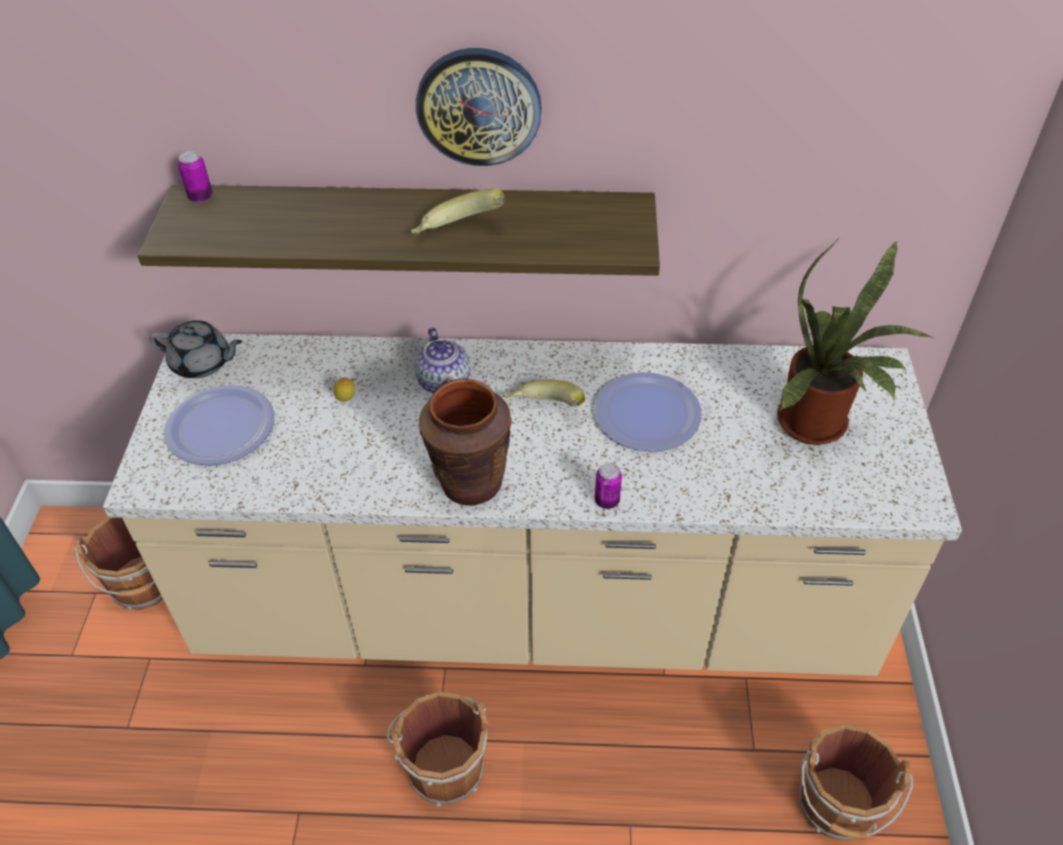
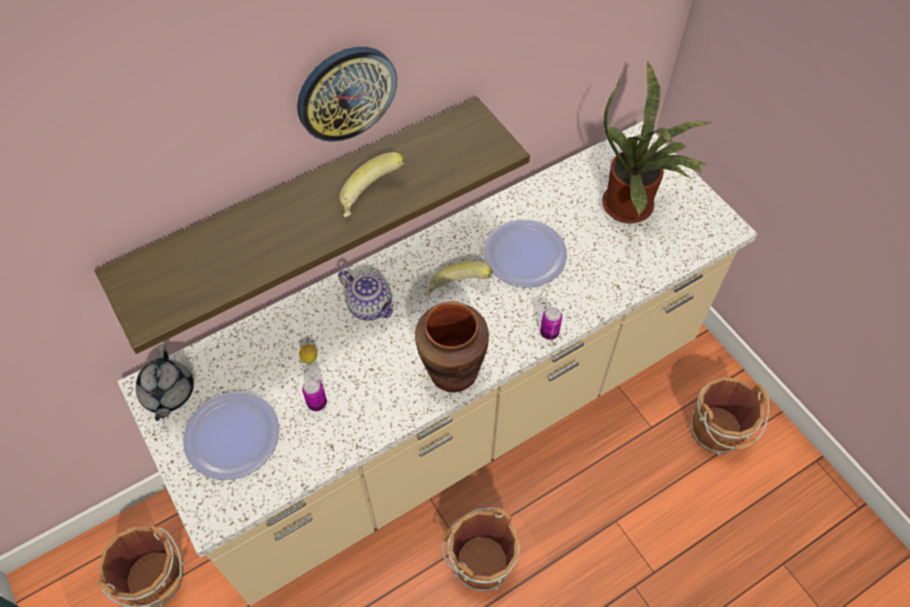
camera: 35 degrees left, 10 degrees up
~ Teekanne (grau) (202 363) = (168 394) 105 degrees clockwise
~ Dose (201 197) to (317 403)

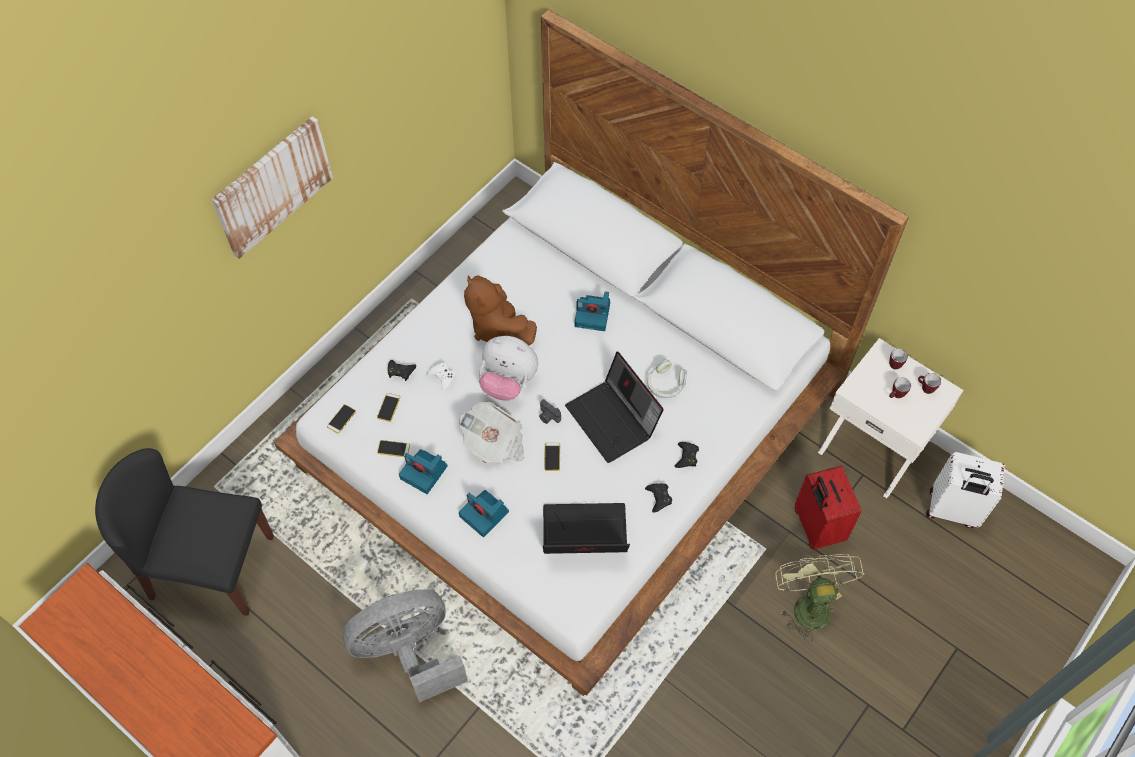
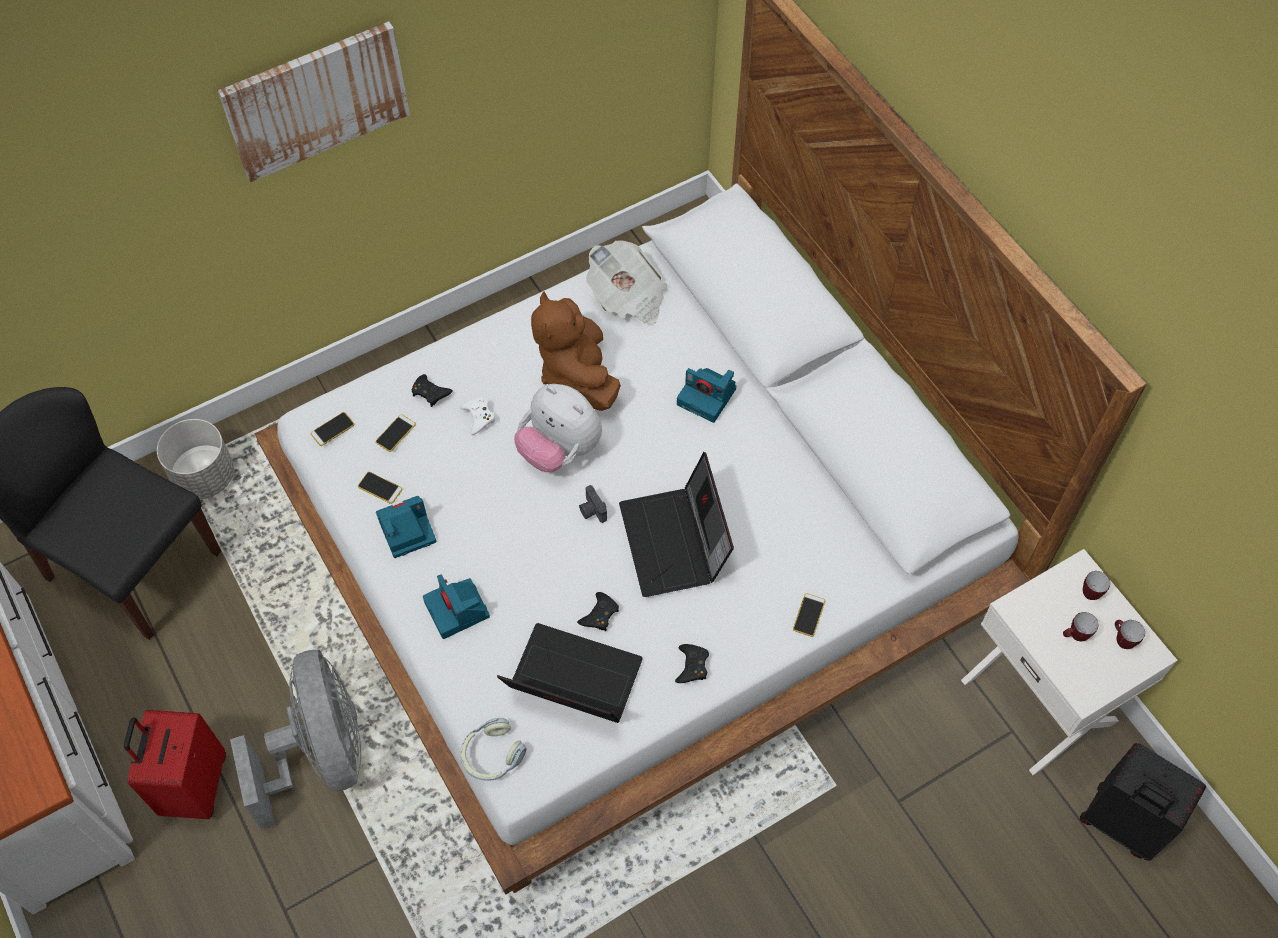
camera: 20 degrees right, 0 degrees up
~ Koffer (rot) (816 526) to (194 785)
+ Pflanzkübel (grau) (205 476)
~ Ventilator (grau) (409 651) = (321 754) 75 degrees clockwise
~ Kamera (425 472) = (406 531) 105 degrees clockwise
~ Kopfhörer (665 384) to (492 755)
~ Gamepad (schwarz) (686 457) to (599 614)
~ Zeitung (495 443) to (627 297)
~ Handy (552 457) to (809 615)
~ Koffer (weiß) (952 510) to Koffer (schwarz) (1120 824)
- Ventilator (grün) (808 603)

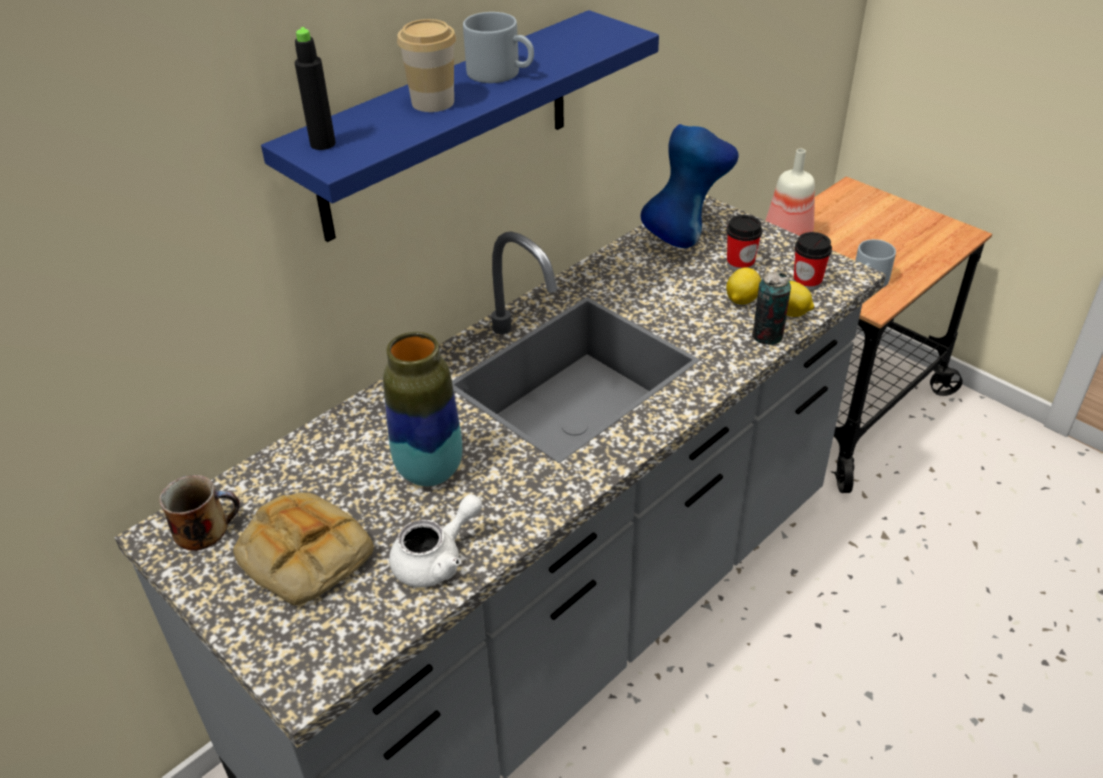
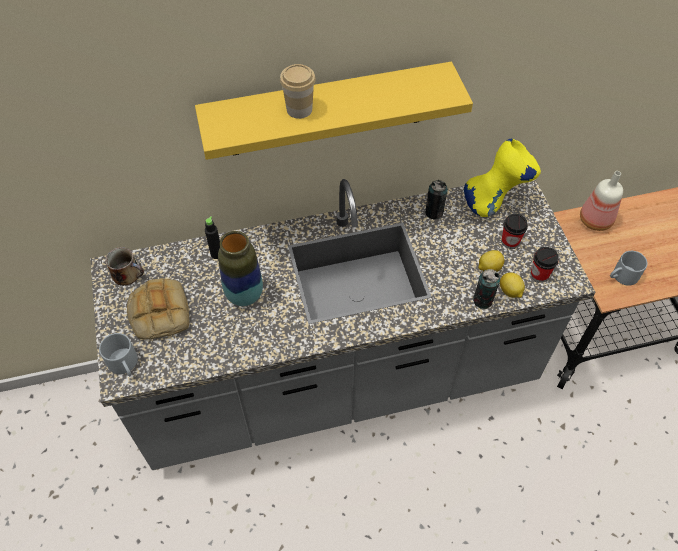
camera: 30 degrees right, 15 degrees up
~ Henkelbecher (grau) (502 73) to (125 364)
~ Wandregal (blau) (447 126) to Wandregal (gelb) (326 110)
~ Flasche (schwarz) (323 144) to (216 254)
+ Dose (434 212)
~ Vase (blau) (684 234) to Vase (gelb) (495 203)
- Teekanne (weiß) (436 559)

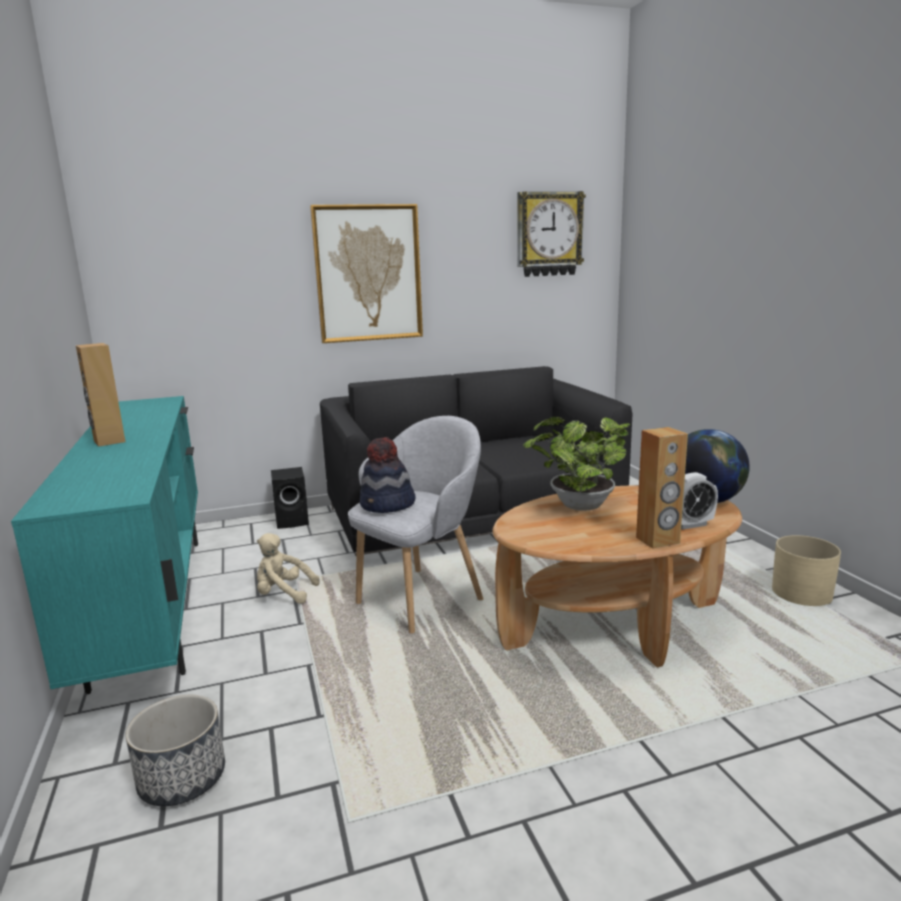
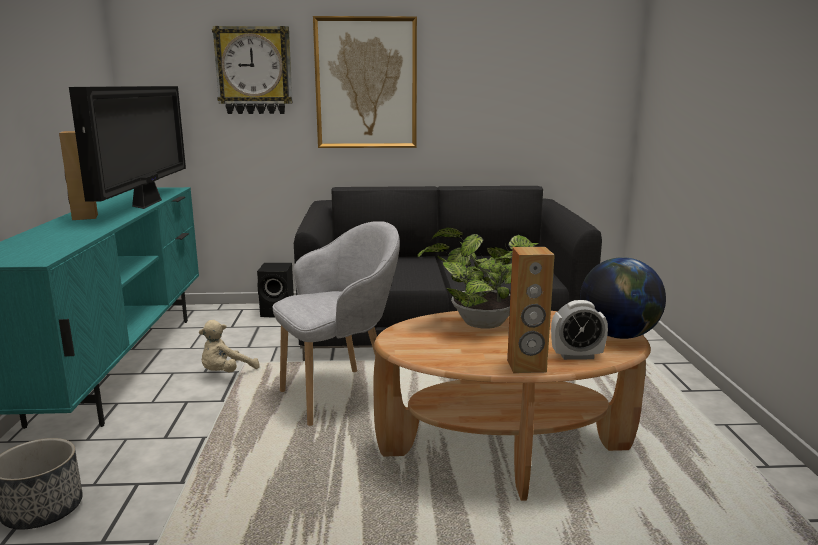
camera: 15 degrees right, 0 degrees up
+ Fernseher (147 203)
~ Plüschtier (beige) (283 594) = (226 373) 75 degrees counterclockwise
~ Wanduhr (549 234) to (254 71)
- Hut (387 505)
- Pflanzkübel (beige) (802 593)

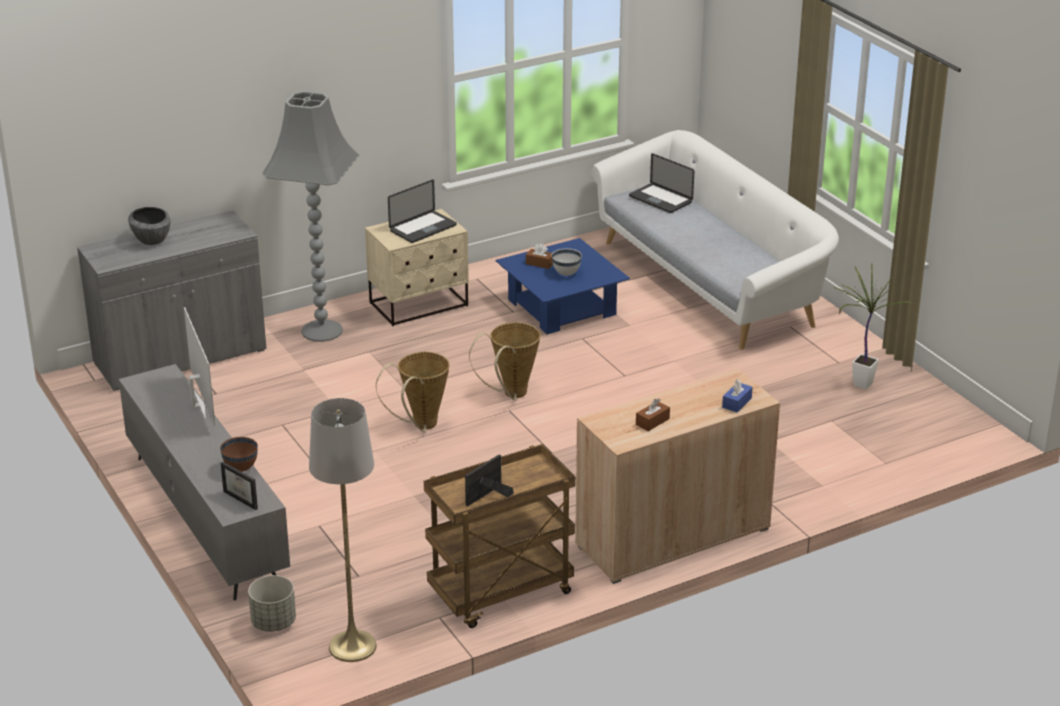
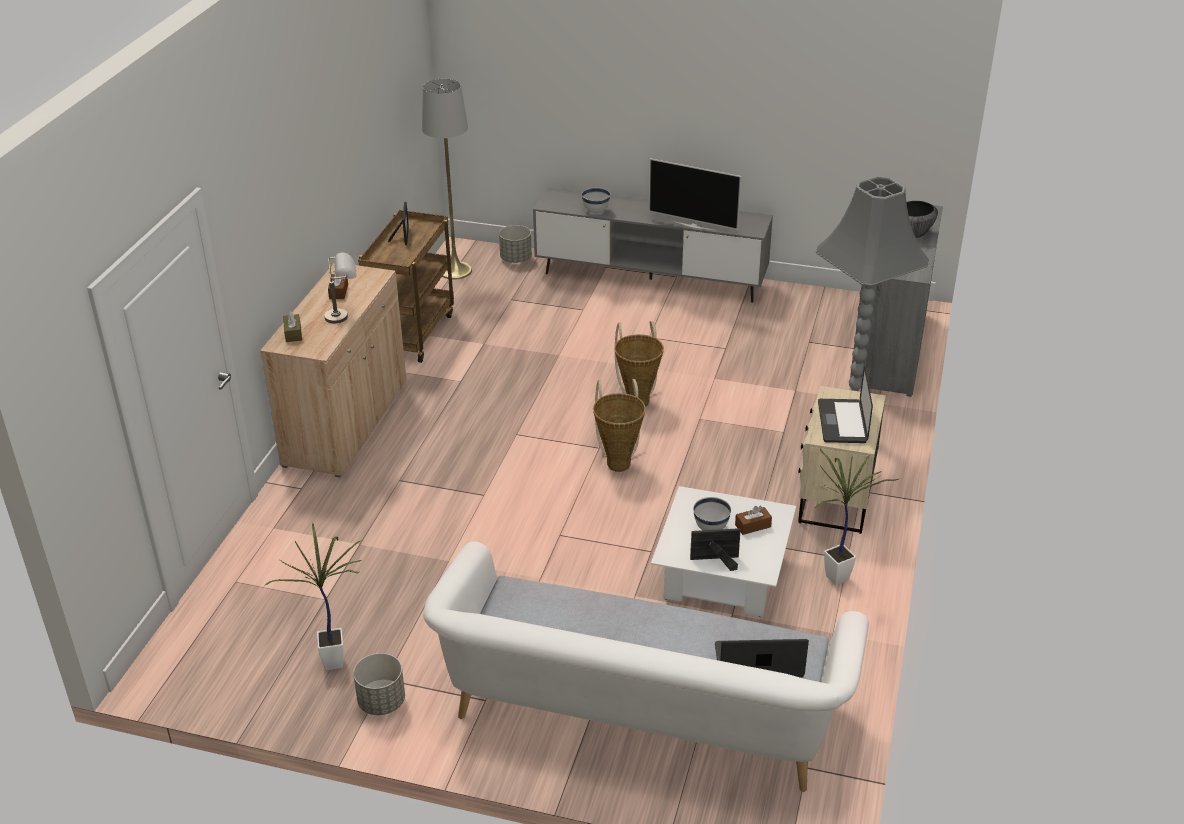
camera: 135 degrees right, 5 degrees up
~ Taschentuchbox (blau) (737 403) to Taschentuchbox (braun) (293 333)
+ Tischlampe (grau) (344 316)
+ Pflanzkübel (grau) (381 702)
~ Schüssel (braun) (240 469) to Schüssel (weiß) (595 211)
~ Couchtisch (blau) (561 307) to Couchtisch (weiß) (722 575)
~ Bilderrahmen (244 498) to (714 561)
+ Topfpflanze (836 575)

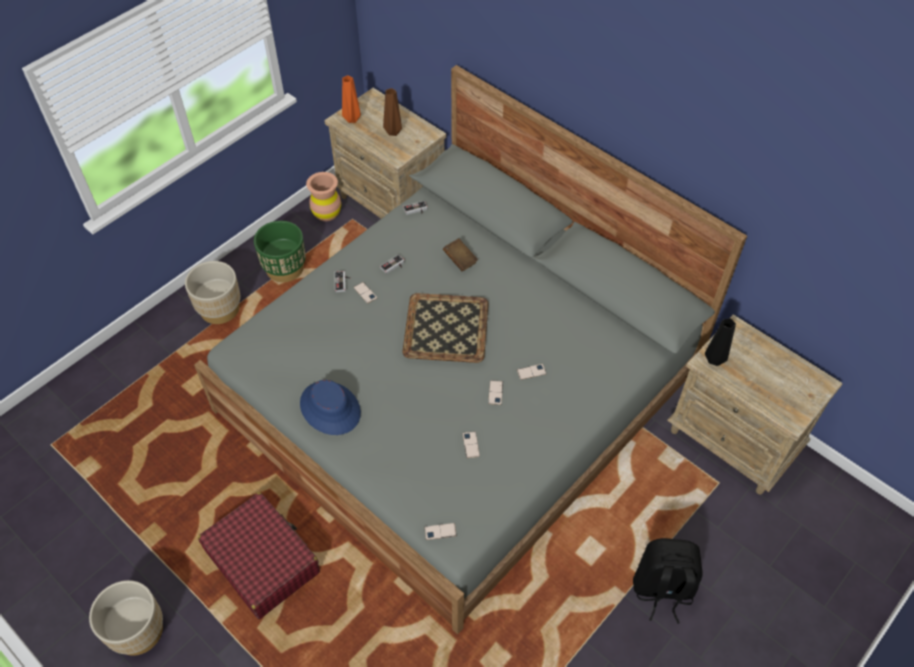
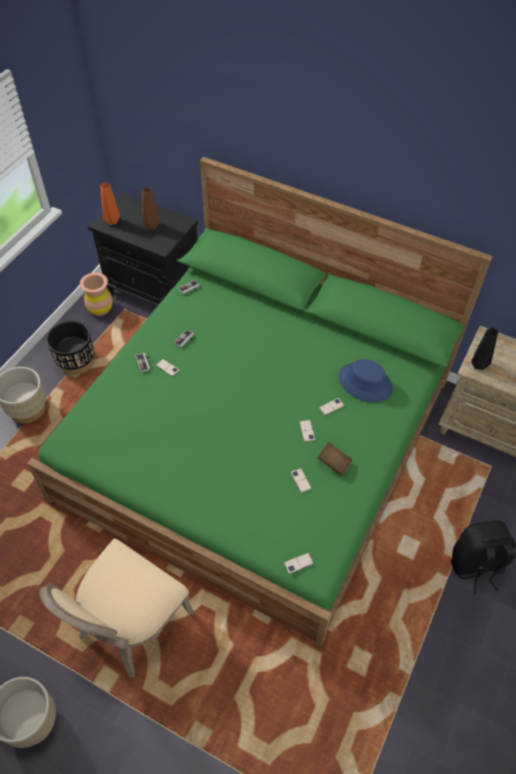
camera: 15 degrees left, 0 degrees up
~ Bett (grau) (458 392) to Bett (grün) (258 438)
~ Koffer (rot) (262 560) to Stuhl (beige) (130 625)
~ Pflanzkübel (grün) (284 268) to Pflanzkübel (schwarz) (76 362)
~ Nachttisch (beige) (392 203) to Nachttisch (schwarz) (154 290)
~ Buch (braun) (460 260) to (334 463)
~ Hut (blau) (330 408) to (365 382)
- Tablett (447 328)

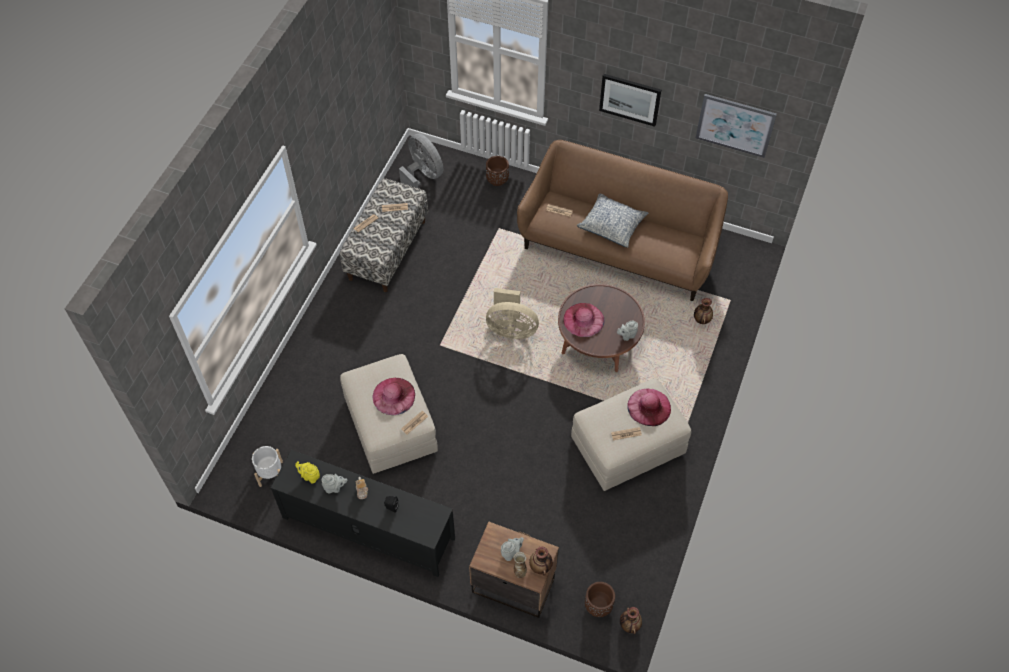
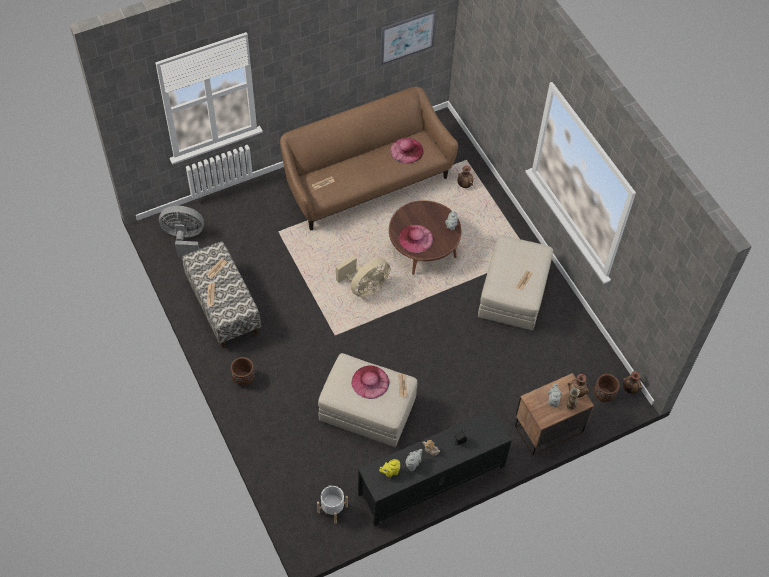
camera: 50 degrees left, 0 degrees up
~ Pflanzkübel (braun) (497 180) to (244 378)
~ Hut (rosa) (649 407) to (406 150)
- Kissen (612 225)
- Bild (630 99)

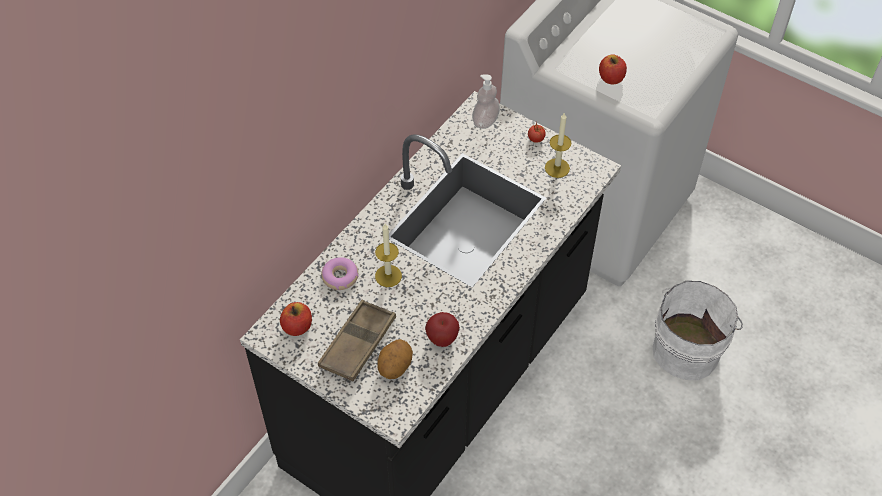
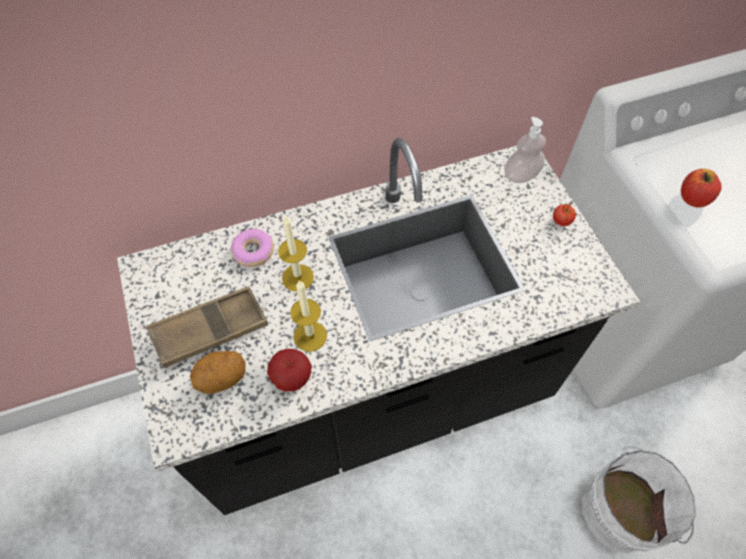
camera: 35 degrees right, 5 degrees up
~ Kerze (557 168) to (310 336)
- Apfel (297 327)

